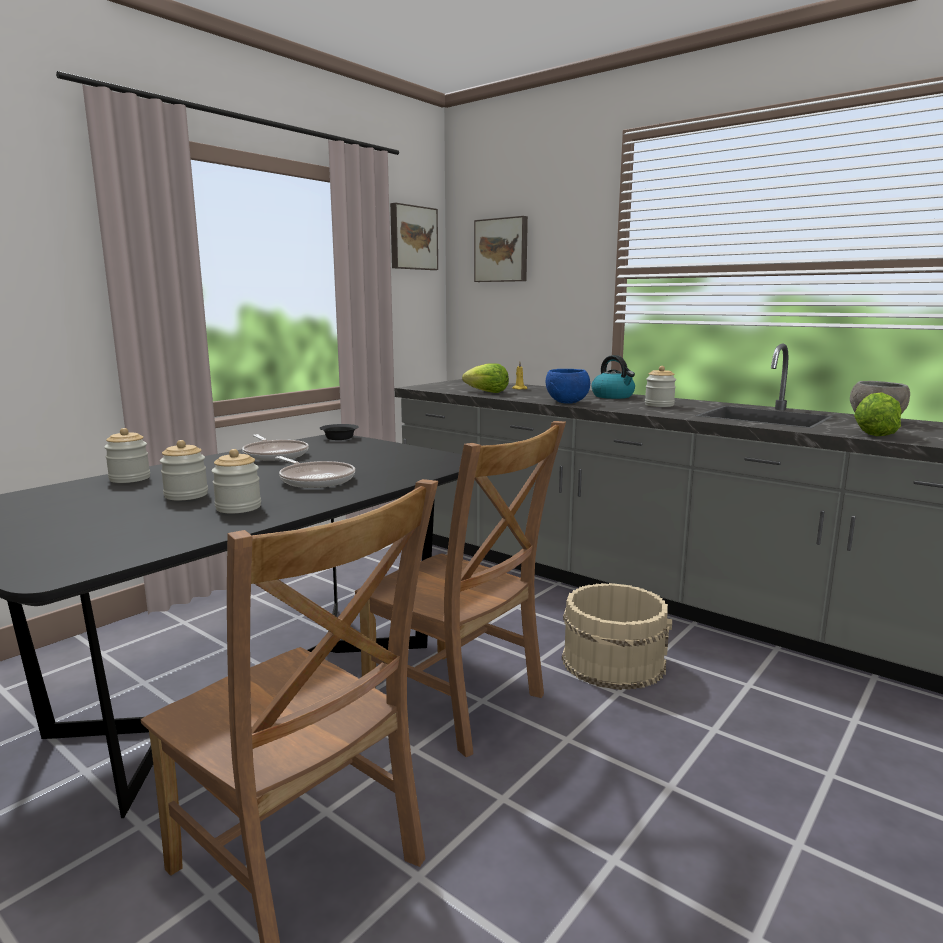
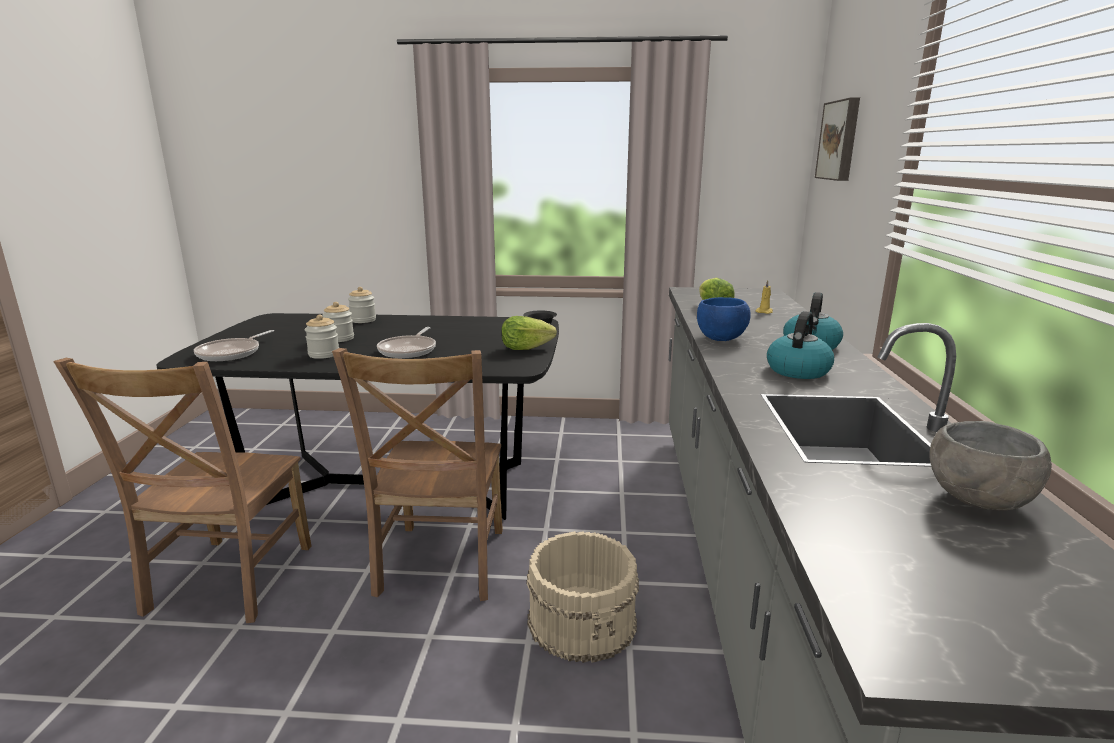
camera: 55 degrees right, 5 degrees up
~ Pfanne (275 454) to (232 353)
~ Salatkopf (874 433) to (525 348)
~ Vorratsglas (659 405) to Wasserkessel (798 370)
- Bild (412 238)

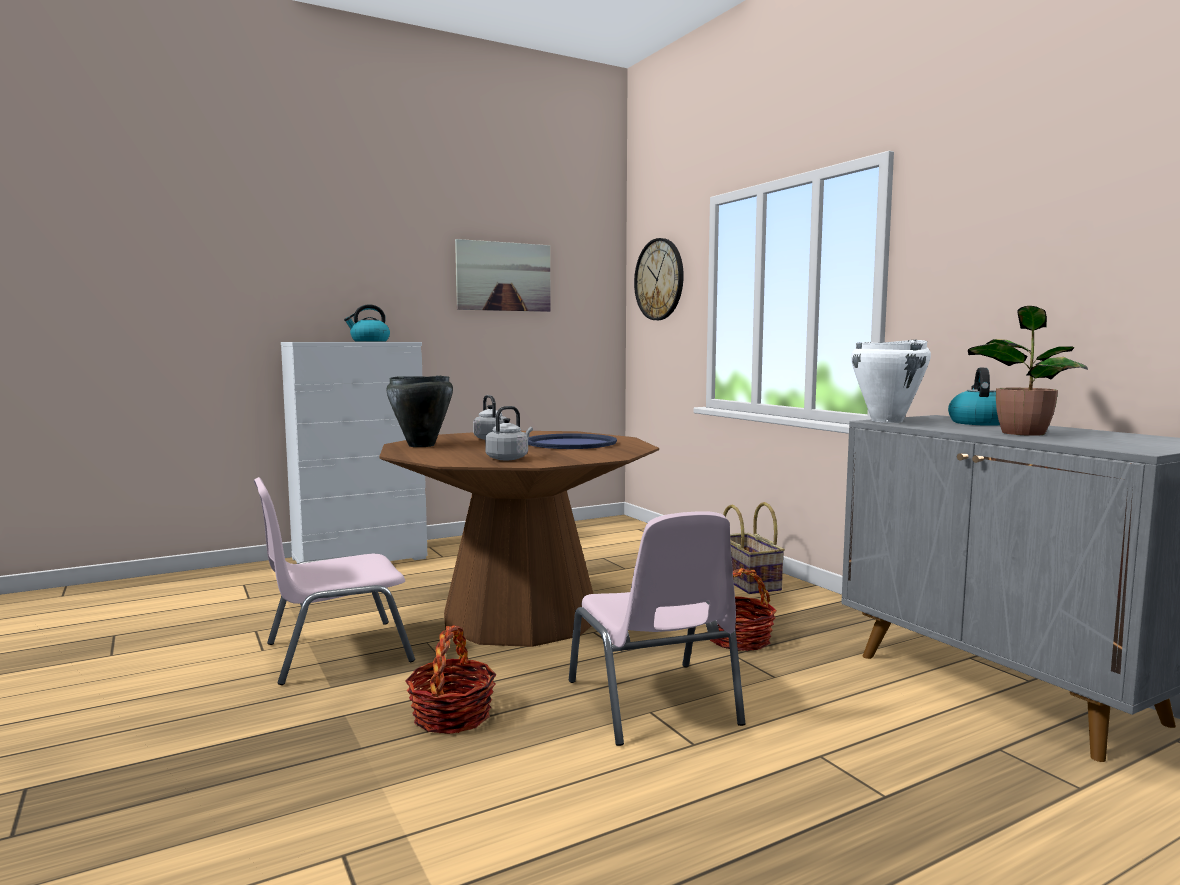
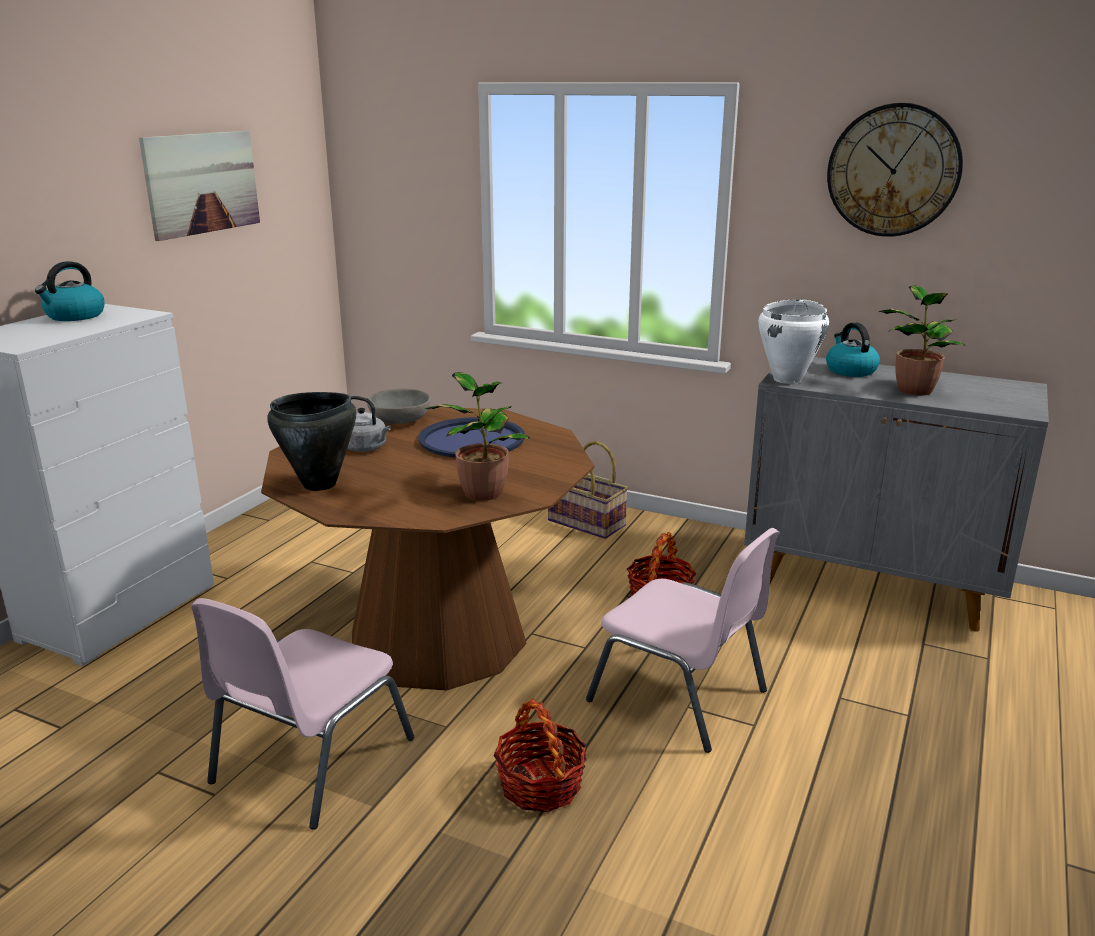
camera: 35 degrees left, 15 degrees up
+ Schüssel (grau) (399 421)
~ Wasserkessel (grau) (509 458) to Topfpflanze (481 492)
~ Wanduhr (659 279) to (893 170)

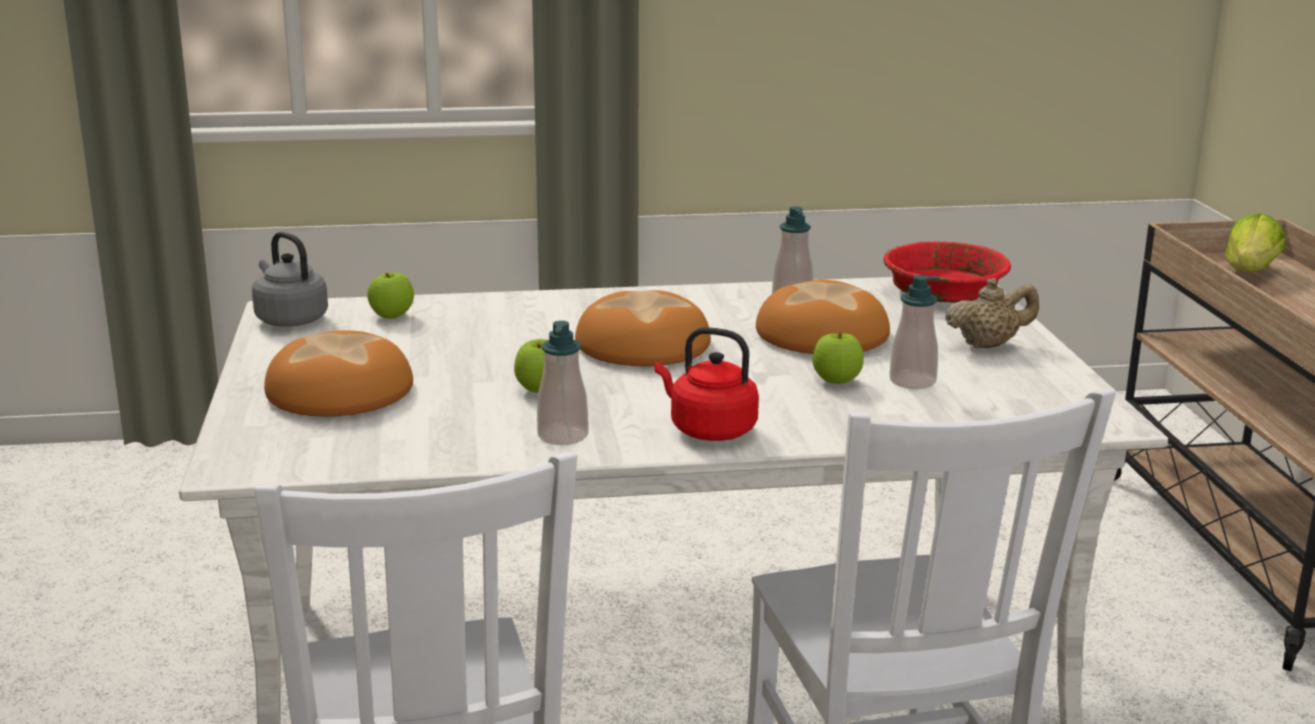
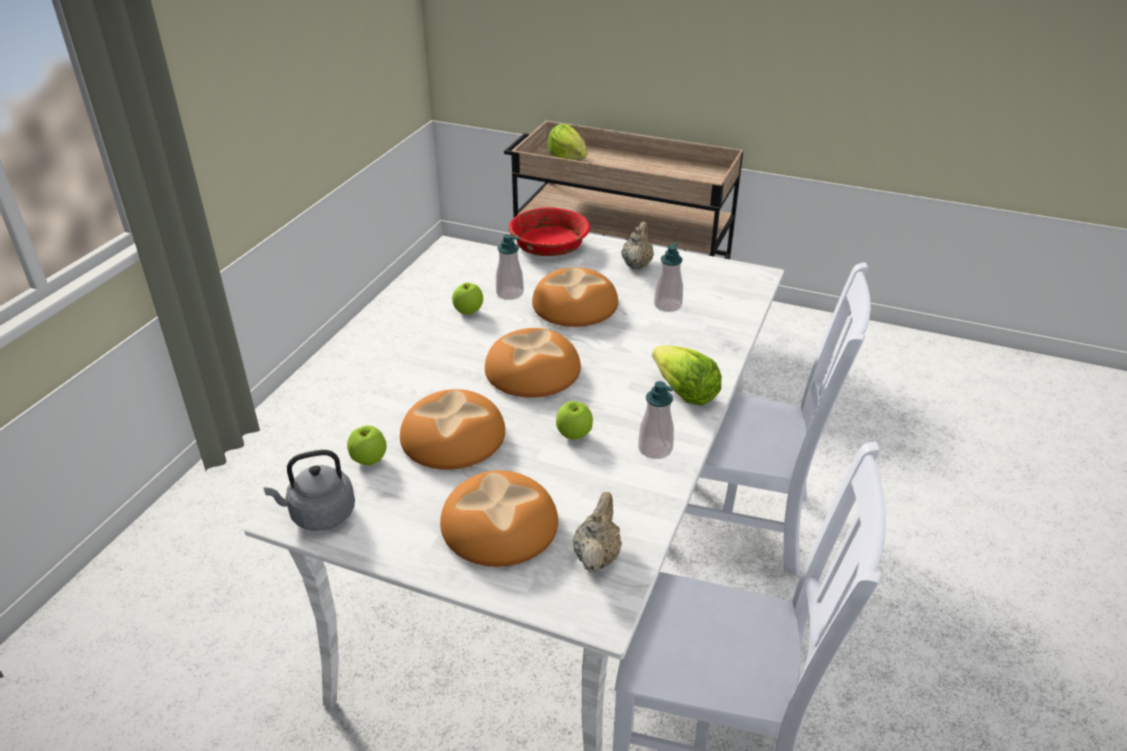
camera: 60 degrees left, 15 degrees up
+ Brot (453 436)
~ Apfel (836 381) to (468 311)
+ Teekanne (beige) (597 556)
~ Wasserkessel (rot) (708 430) to Salatkopf (684 393)

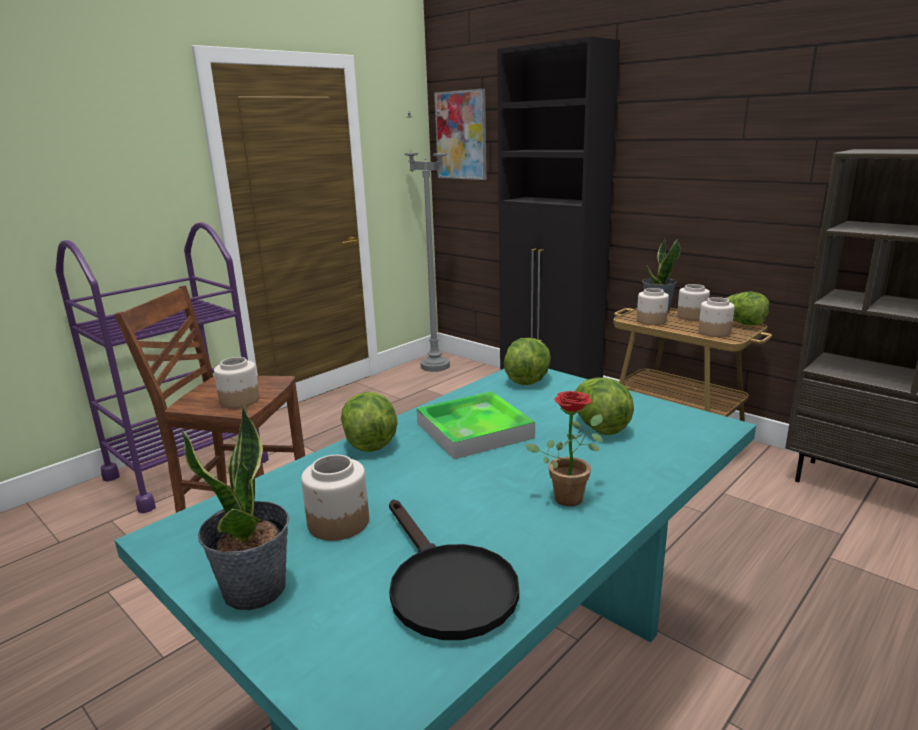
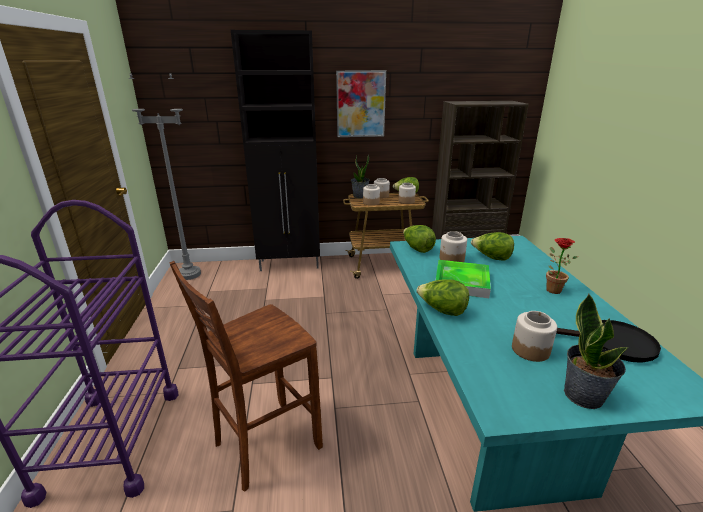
camera: 50 degrees left, 5 degrees up
~ Bild (461 135) to (360 104)
~ Vorratsglas (239 400) to (451 259)

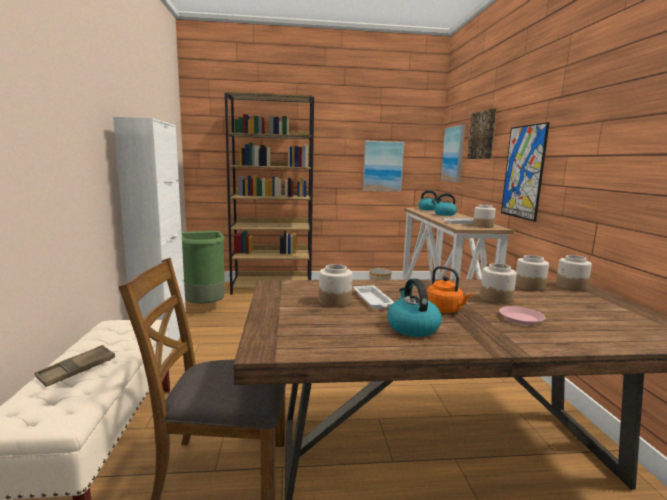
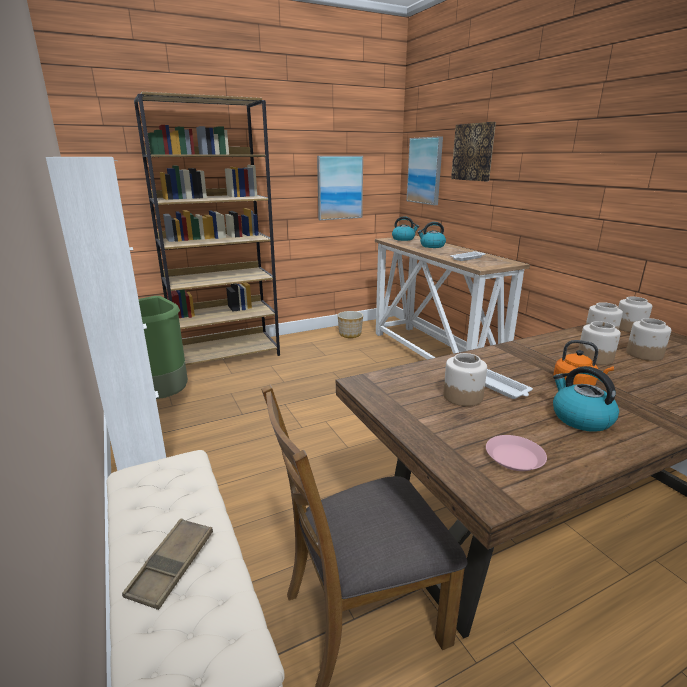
camera: 20 degrees left, 10 degrees up
~ Teller (rosa) (521 318) to (514 457)
~ Vorratsglas (483 226) to (644 354)
- Bild (523 172)

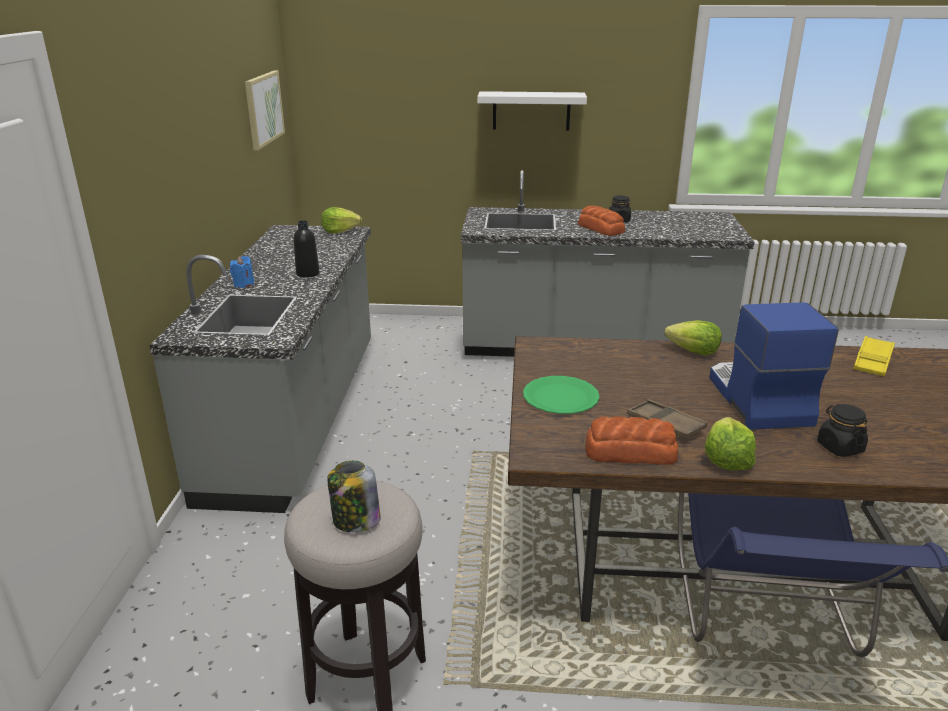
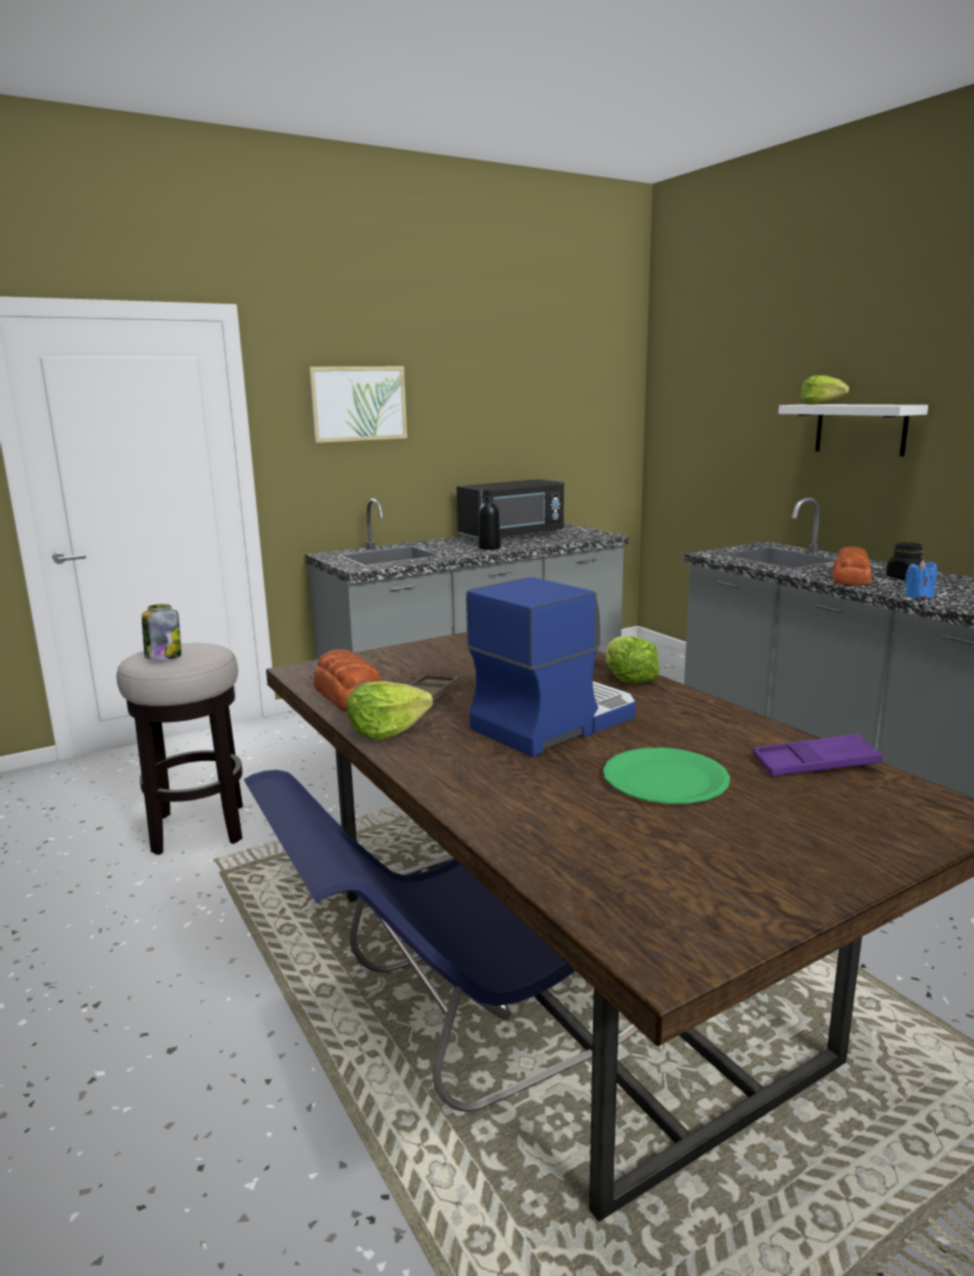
camera: 55 degrees right, 10 degrees down
~ Bild (263 109) to (358 404)
+ Mikrowelle (schwarz) (514 535)
~ Teller (grün) (560 397) to (665 779)
~ Tablett (gelb) (873 361) to Tablett (lila) (815 764)
~ Salatkopf (340 231) to (821 404)
~ Kerze (blau) (243 284) to (918 596)
- Vorratsglas (schwarz) (839 447)

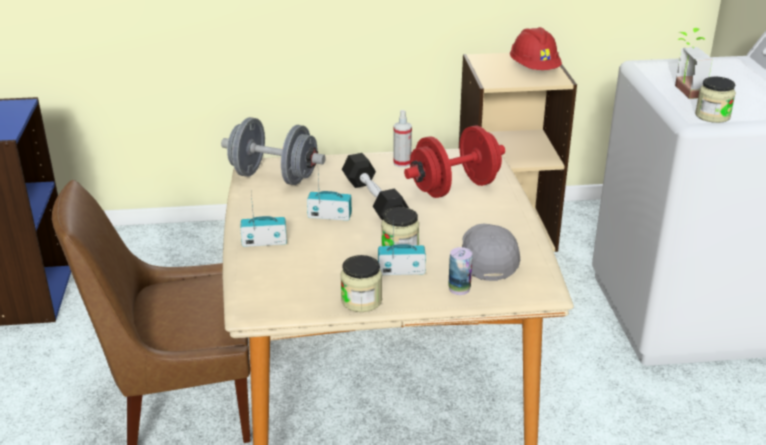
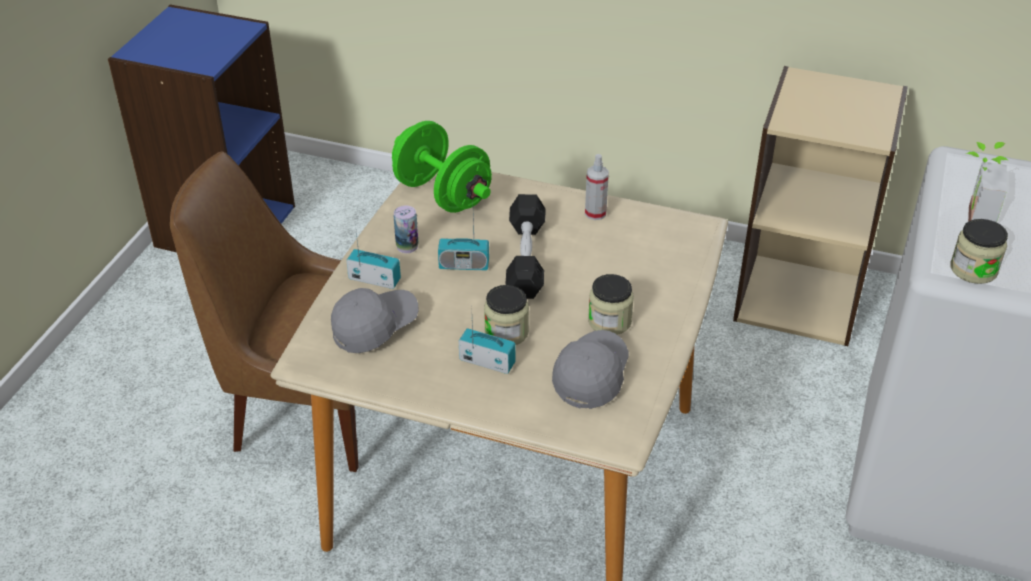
camera: 25 degrees right, 10 degrees up
+ Kappe (grau) (375 327)
~ Hantel (grau) (274 177) to Hantel (grün) (442 194)
~ Dose (459 289) to (407 246)
~ Radio (329 216) = (464 265) 150 degrees clockwise
~ Vorratsglas (361 301) to (609 321)
- Hantel (rot) (454 188)
- Schutzhelm (rot) (534 69)

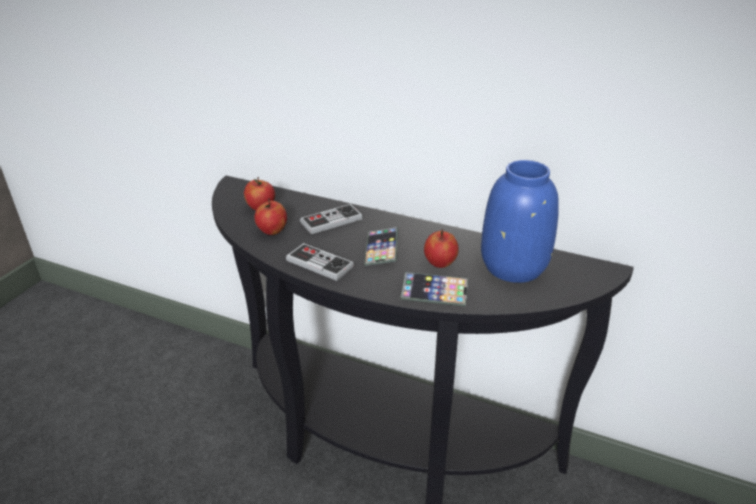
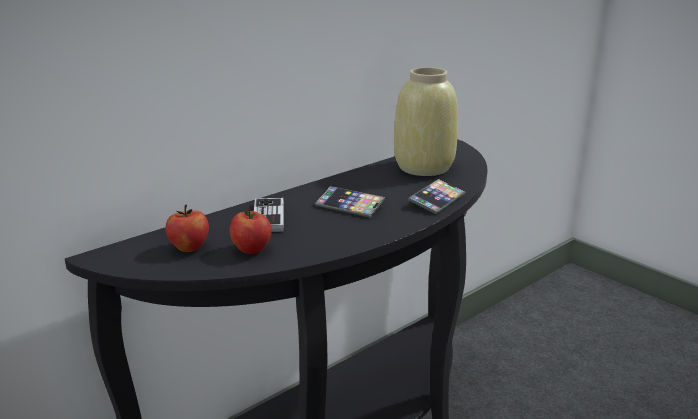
camera: 65 degrees left, 10 degrees down
~ Vase (blau) (512 267) to Vase (beige) (424 168)
- Gamepad (319 263)
- Apfel (440 263)

